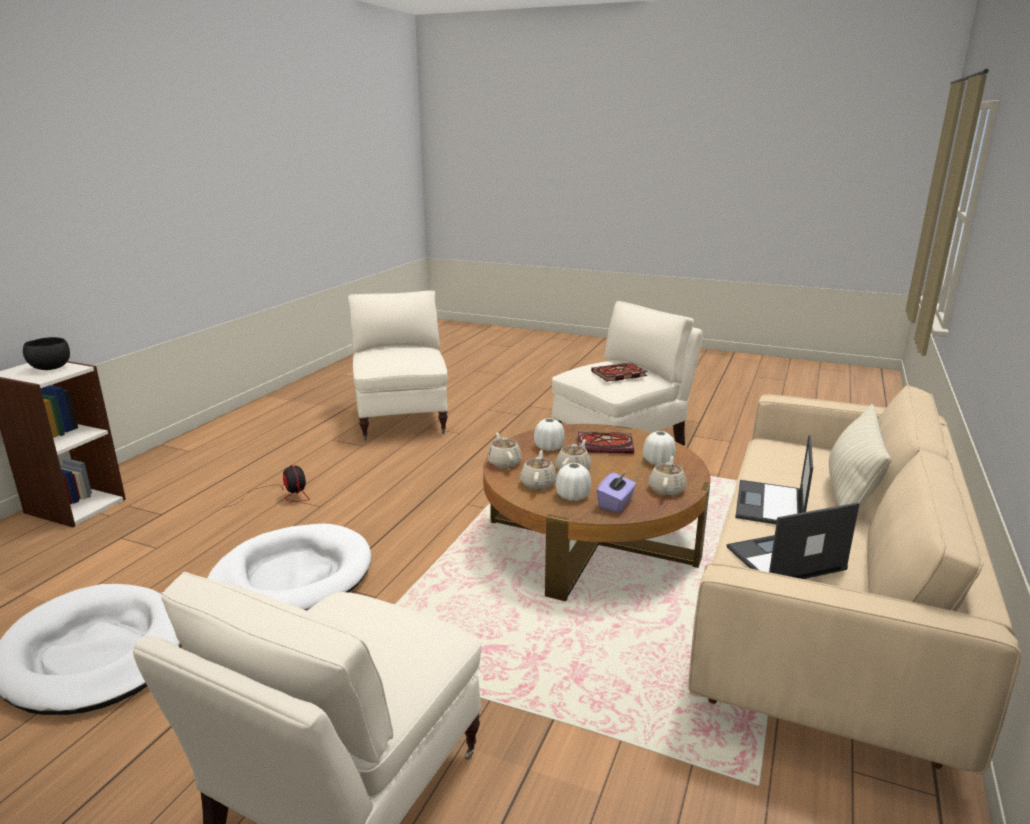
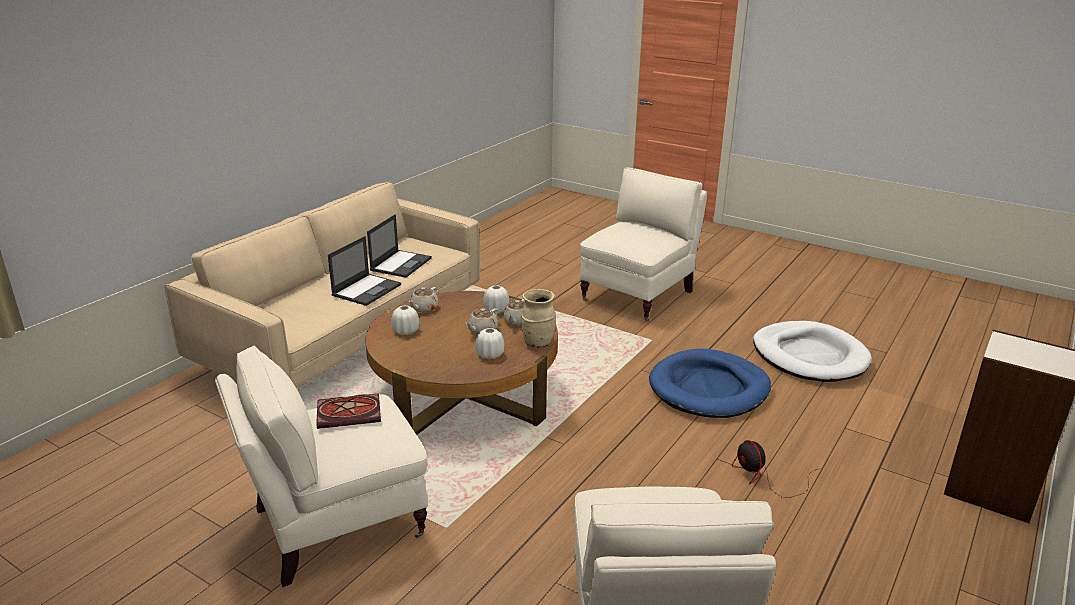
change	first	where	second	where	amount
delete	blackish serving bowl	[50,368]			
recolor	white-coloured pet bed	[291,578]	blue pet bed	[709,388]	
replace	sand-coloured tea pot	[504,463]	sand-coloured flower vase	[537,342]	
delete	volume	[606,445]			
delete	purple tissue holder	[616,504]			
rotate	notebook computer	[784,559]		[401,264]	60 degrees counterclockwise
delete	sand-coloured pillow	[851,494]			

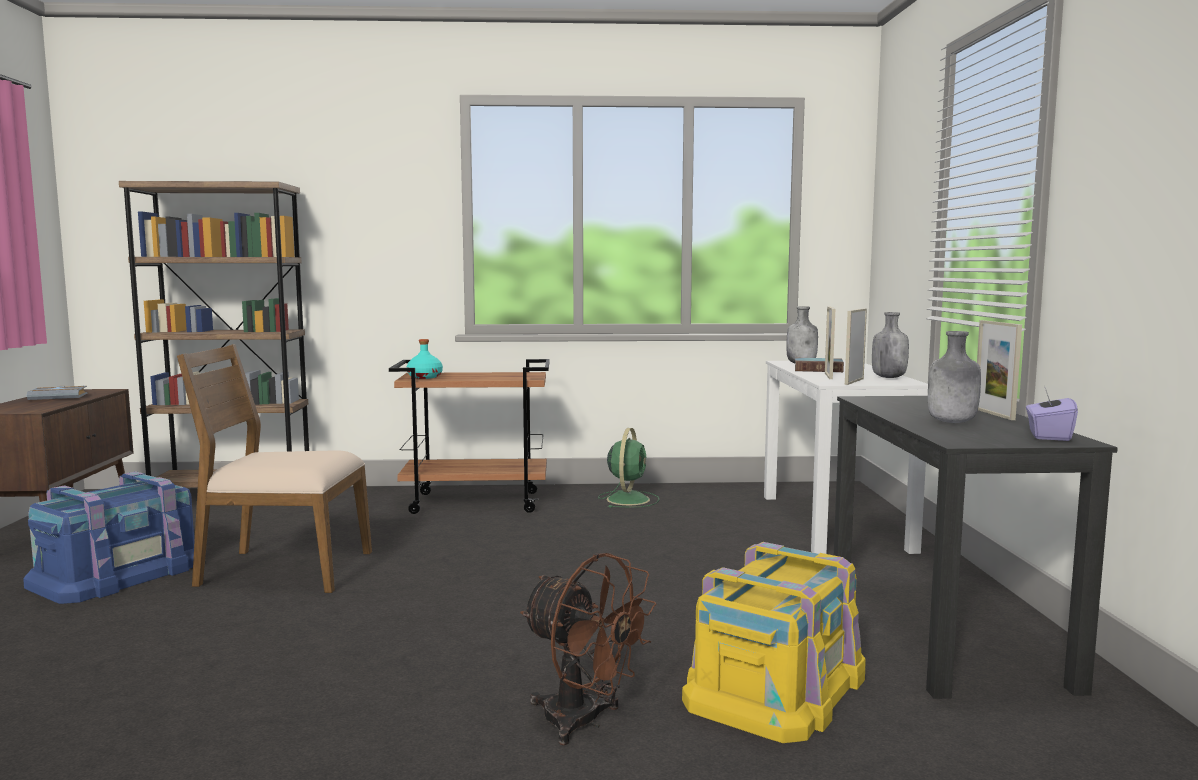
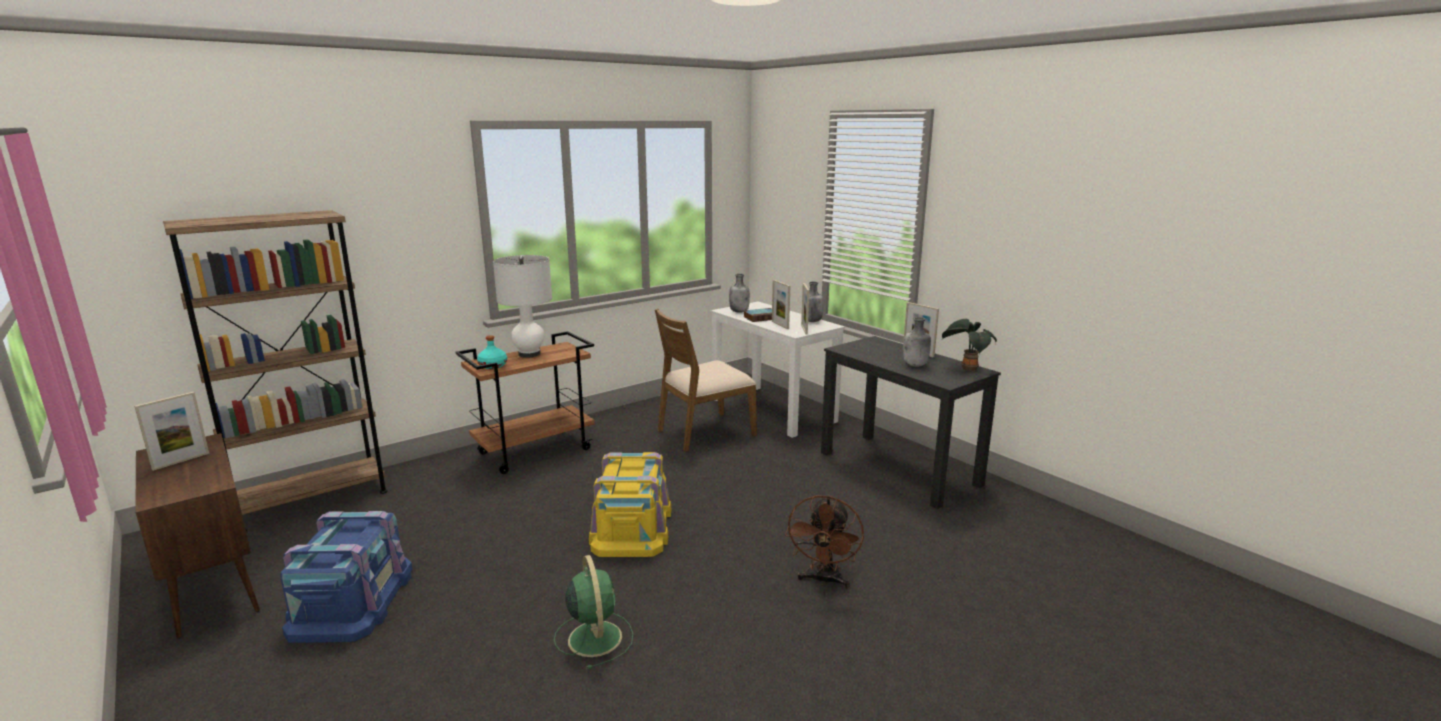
change	first	where	second	where	amount
replace	grey volume	[60,397]	picture frame	[181,461]	
move	brown-coloured upright chair	[284,569]		[705,432]	
rotate	brown-coloured cooling fan	[584,722]		[823,580]	105 degrees clockwise
move	green cooling fan	[628,499]		[594,637]	
move	yellow storage bin	[777,685]		[632,527]	
replace	purple tissue holder	[1048,436]	plant in a pot	[967,369]	
insert			white-coloured lamp for a table	[529,354]	

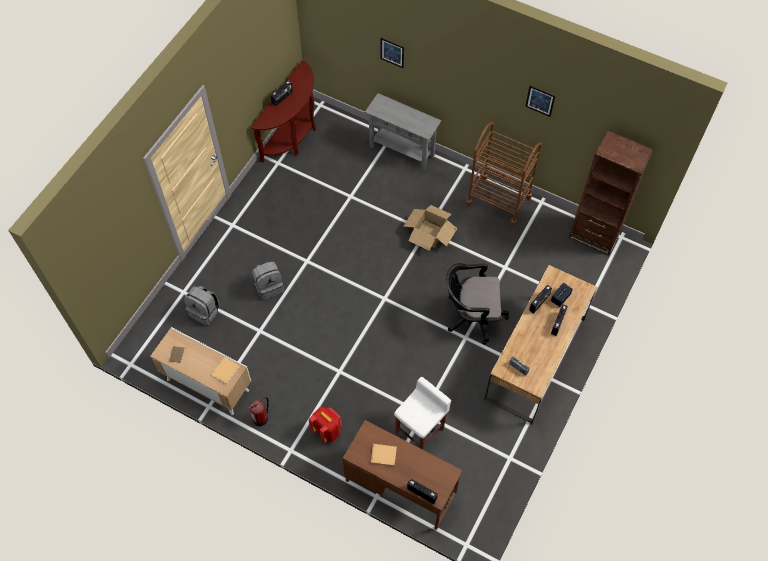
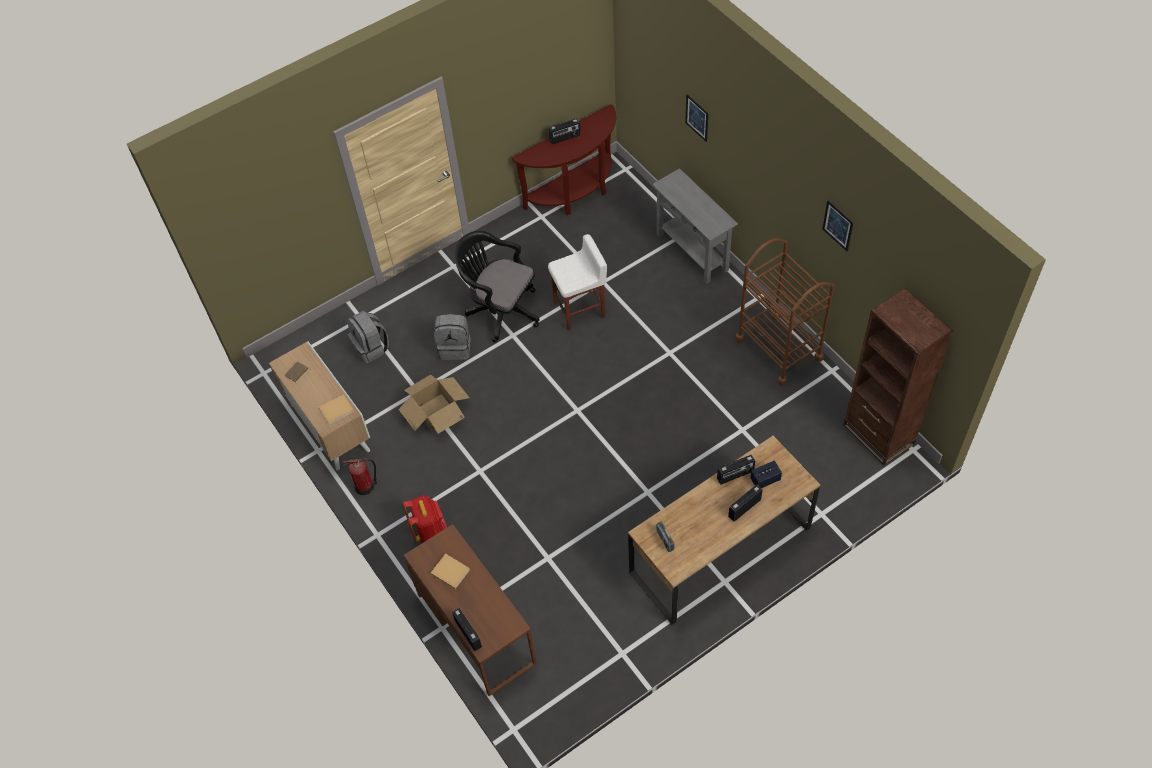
change	first	where	second	where	amount
move	white-coloured stool	[420,430]		[580,310]	
move	carton	[429,234]		[436,412]	
move	blackish desk chair	[471,316]		[500,310]	

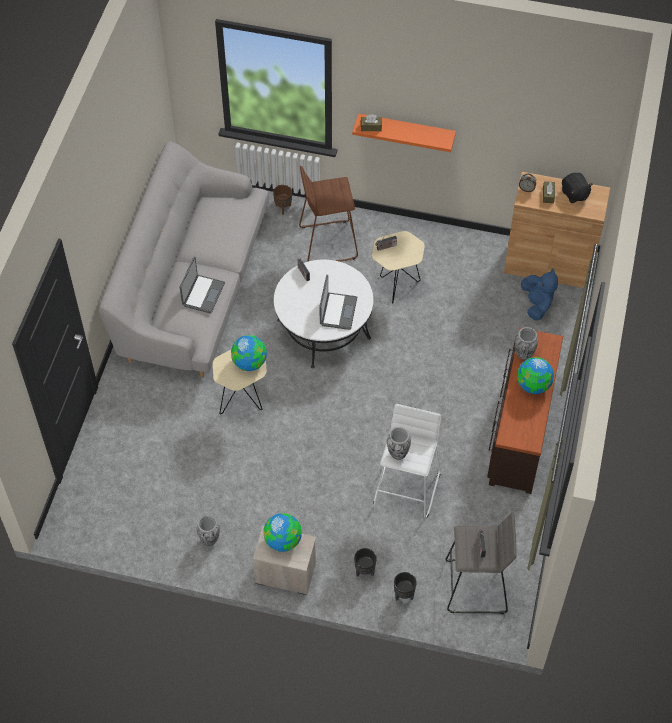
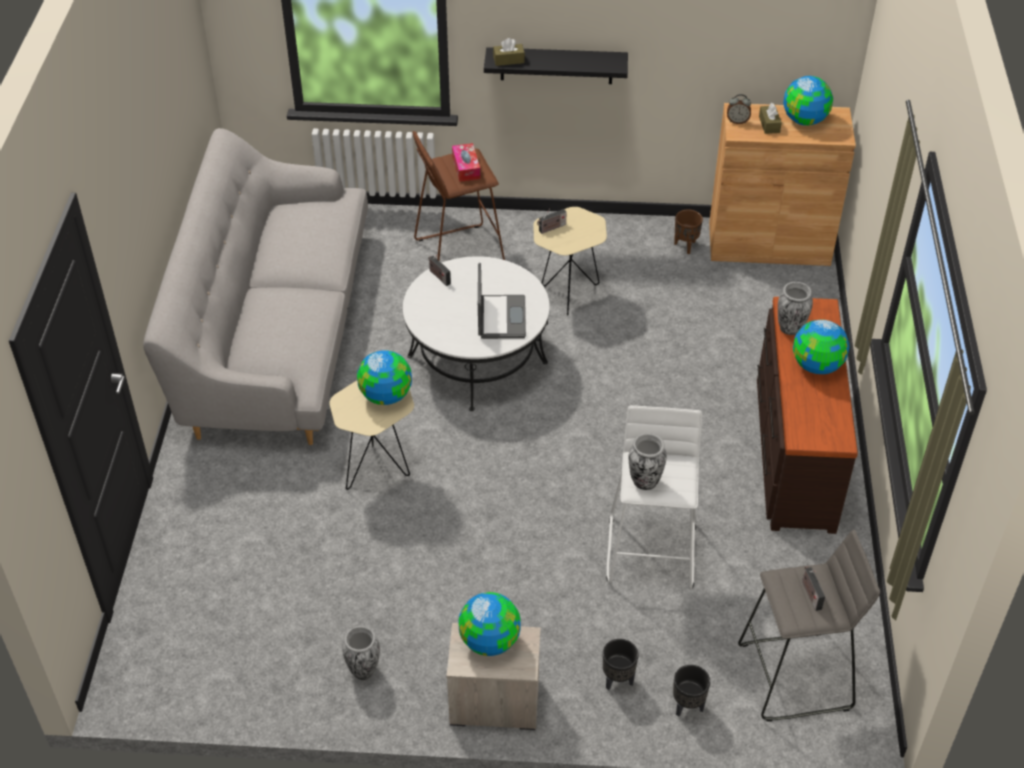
change	first	where	second	where	amount
delete	notebook computer	[202,294]			
move	brown-coloured plant pot	[283,208]		[686,246]	
recolor	orangey wall shelf	[406,131]	blackish wall shelf	[556,65]	
delete	blue cuddly toy	[537,304]			
replace	blackish cuddly toy	[574,194]	desk globe	[804,120]	
insert			tissue holder	[466,167]	

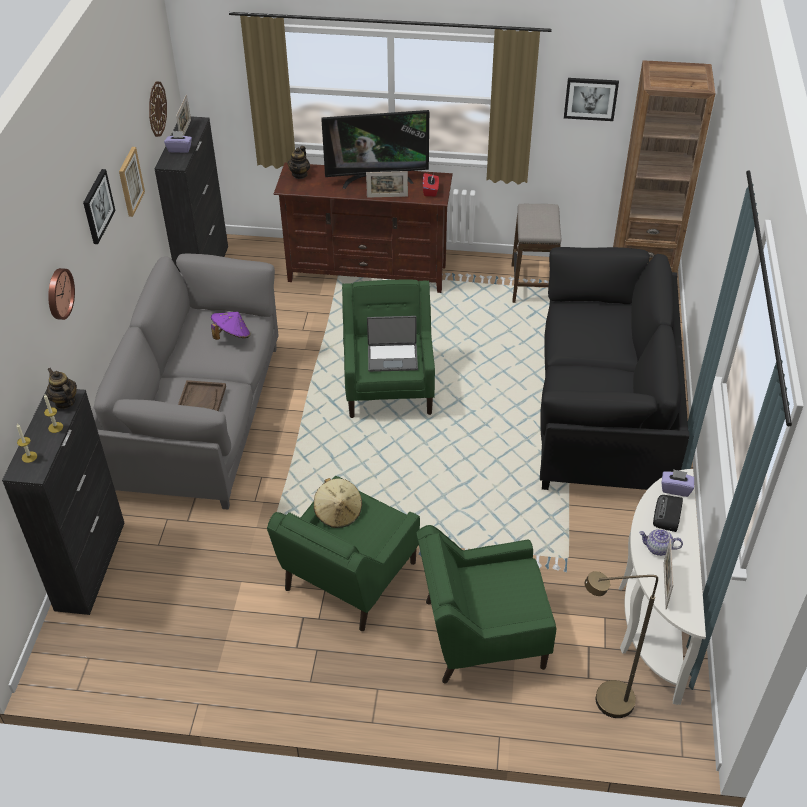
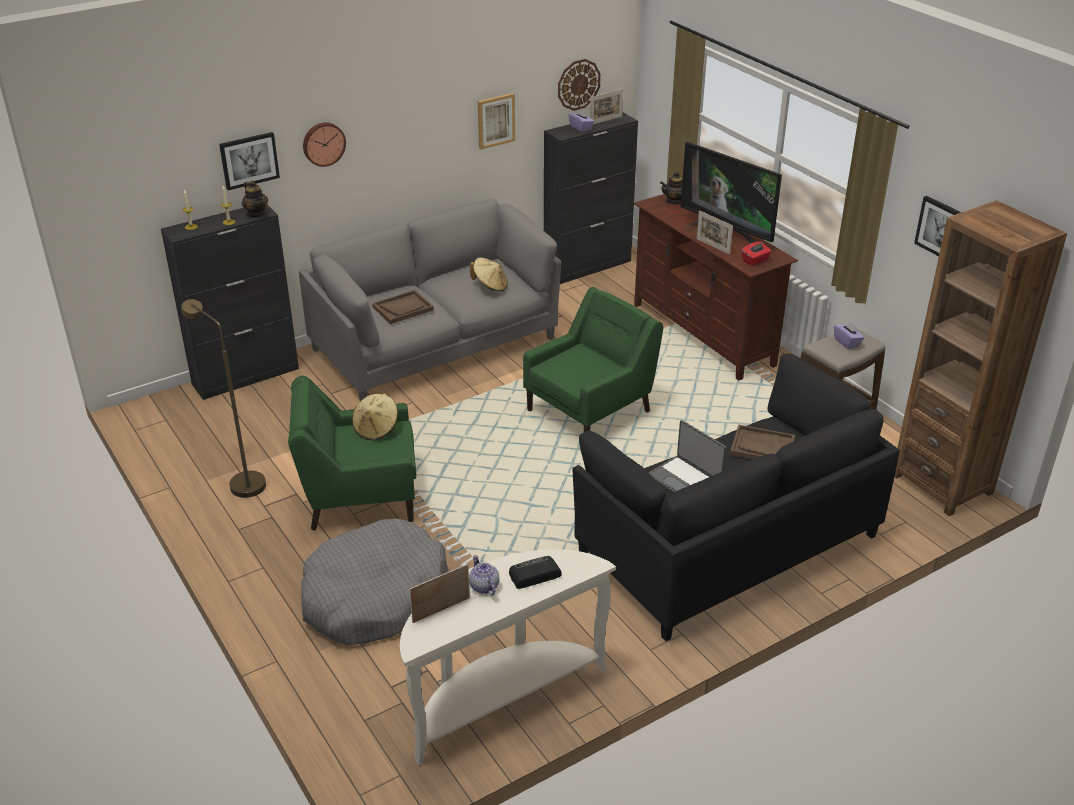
change	first	where	second	where	amount
rotate	tea pot	[64,402]		[256,213]	135 degrees clockwise
move	wall art	[97,206]		[249,160]	
recolor	purple clothing hat	[232,336]	sand-coloured clothing hat	[490,286]	
move	notebook computer	[392,357]		[685,480]	
replace	green easy chair	[481,634]	grey pet bed	[374,597]	
move	brown-coloured standing lamp	[604,703]		[241,482]	
move	purple tissue holder	[675,489]		[847,342]	
insert			brown-coloured tray	[762,447]	

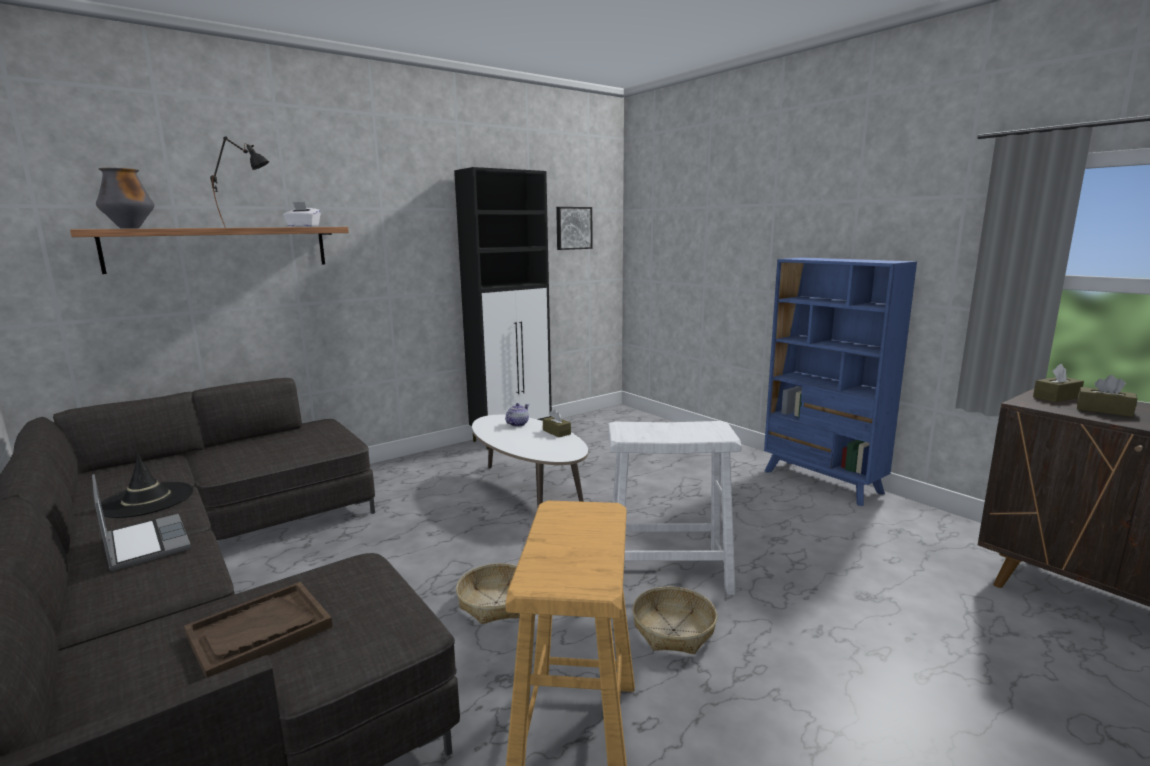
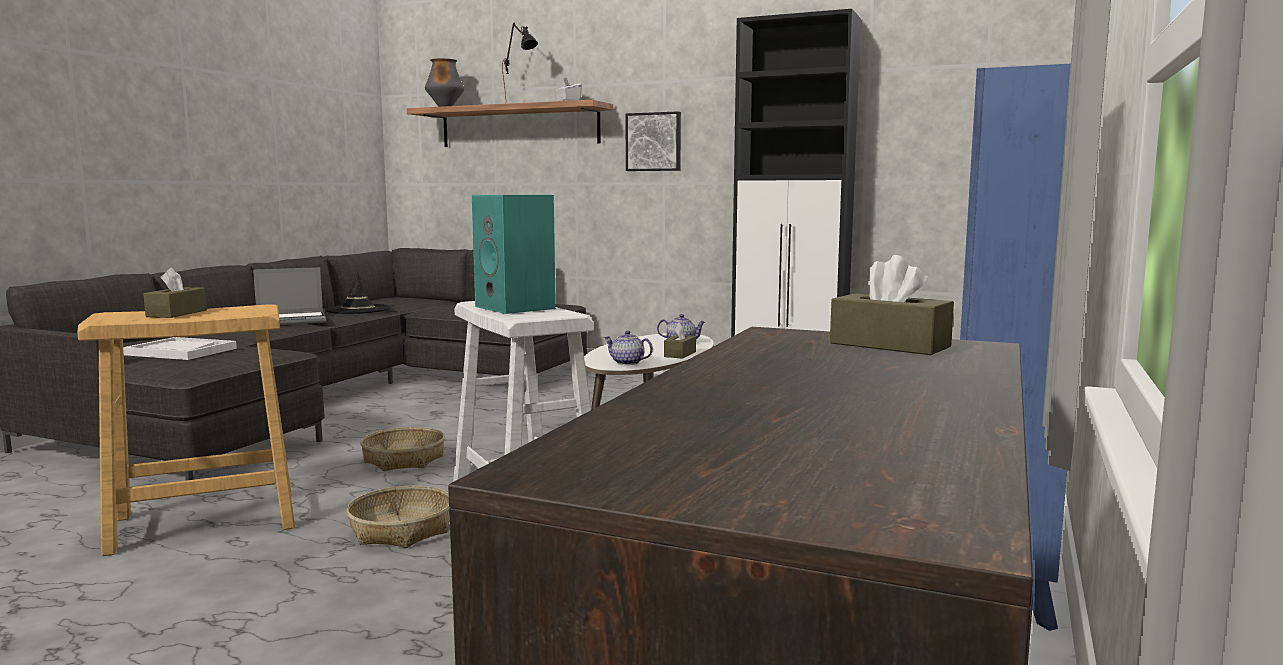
change	first	where	second	where	amount
rotate	notebook computer	[145,543]		[292,321]	45 degrees clockwise
recolor	brown-coloured tray	[259,631]	white-coloured tray	[181,351]	
move	wall art	[573,228]		[654,142]	
move	brown-coloured tissue holder	[1104,410]		[177,313]	
insert			turquoise audio speaker	[517,308]	
insert			tea pot	[627,363]	

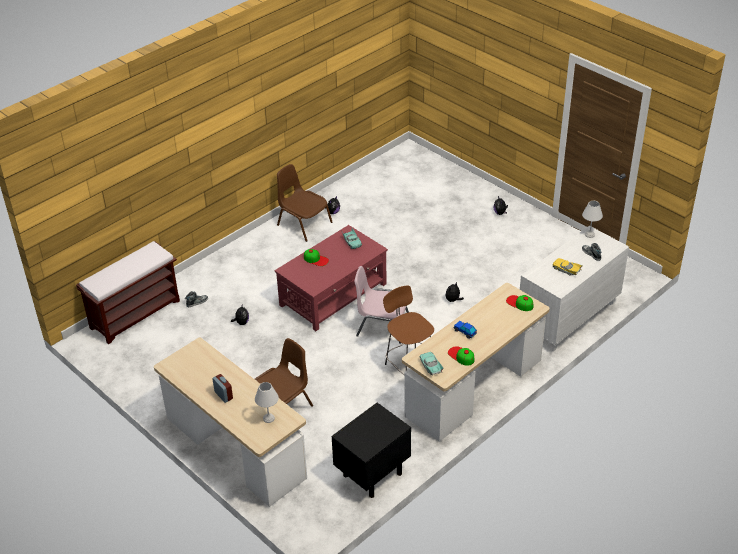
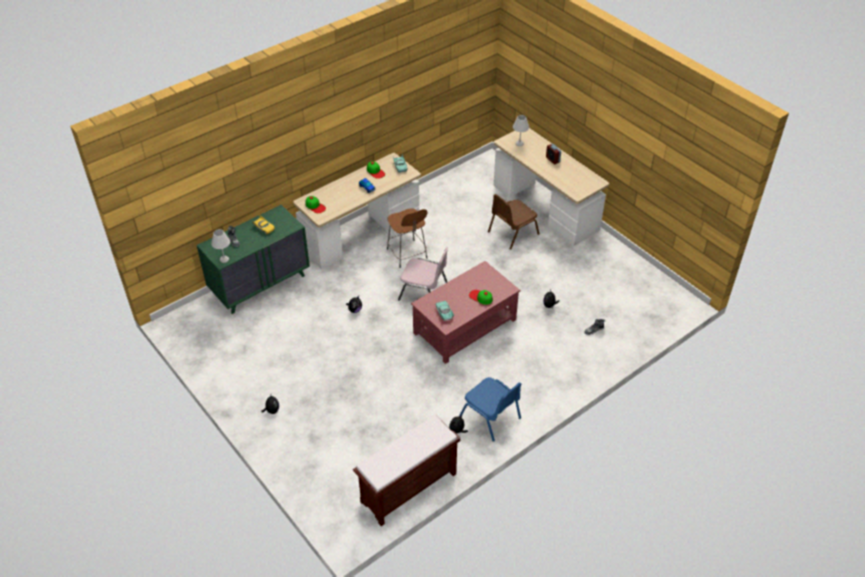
change	first	where	second	where	amount
move	brown-coloured long seat	[135,314]		[408,489]	
recolor	brown-coloured upright chair	[303,224]	blue upright chair	[491,417]	
delete	blackish nightstand	[372,475]			
recolor	white-coloured drawer chest	[568,318]	green drawer chest	[260,284]	

